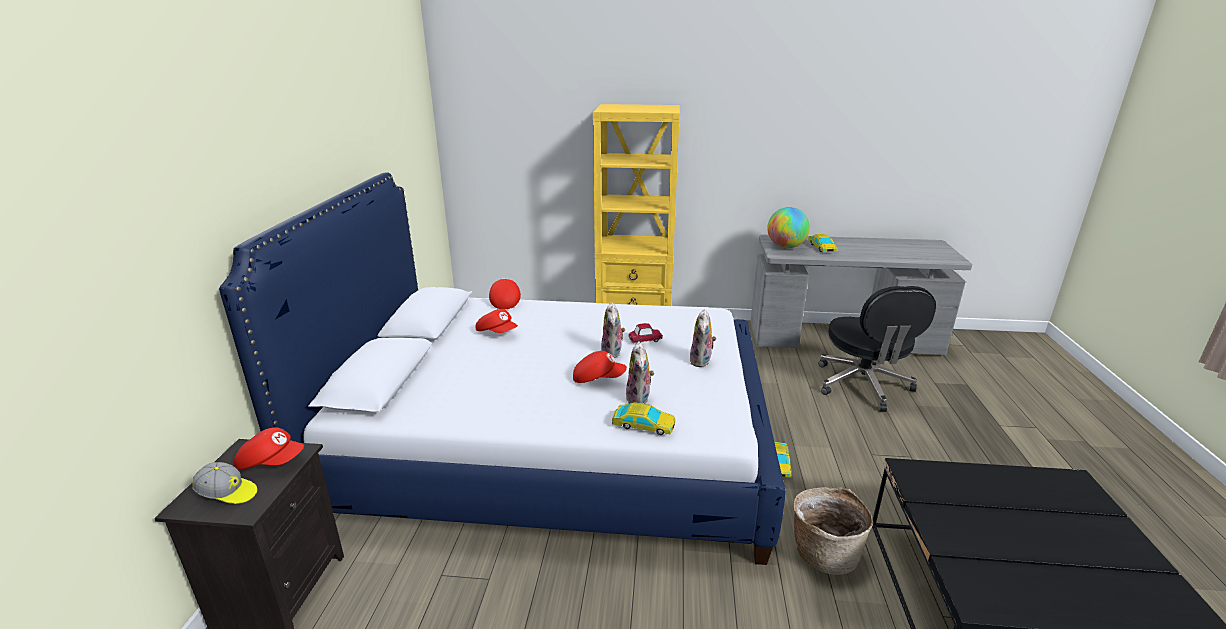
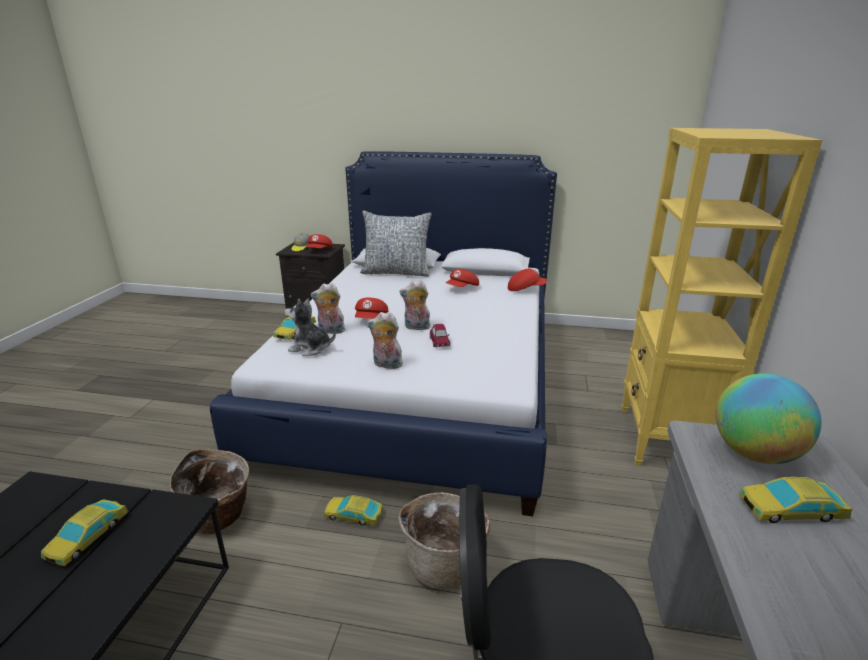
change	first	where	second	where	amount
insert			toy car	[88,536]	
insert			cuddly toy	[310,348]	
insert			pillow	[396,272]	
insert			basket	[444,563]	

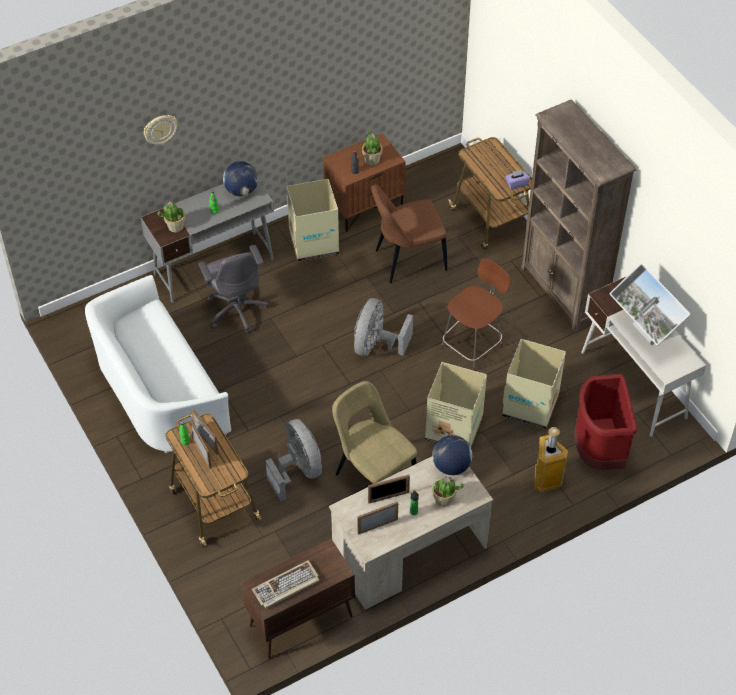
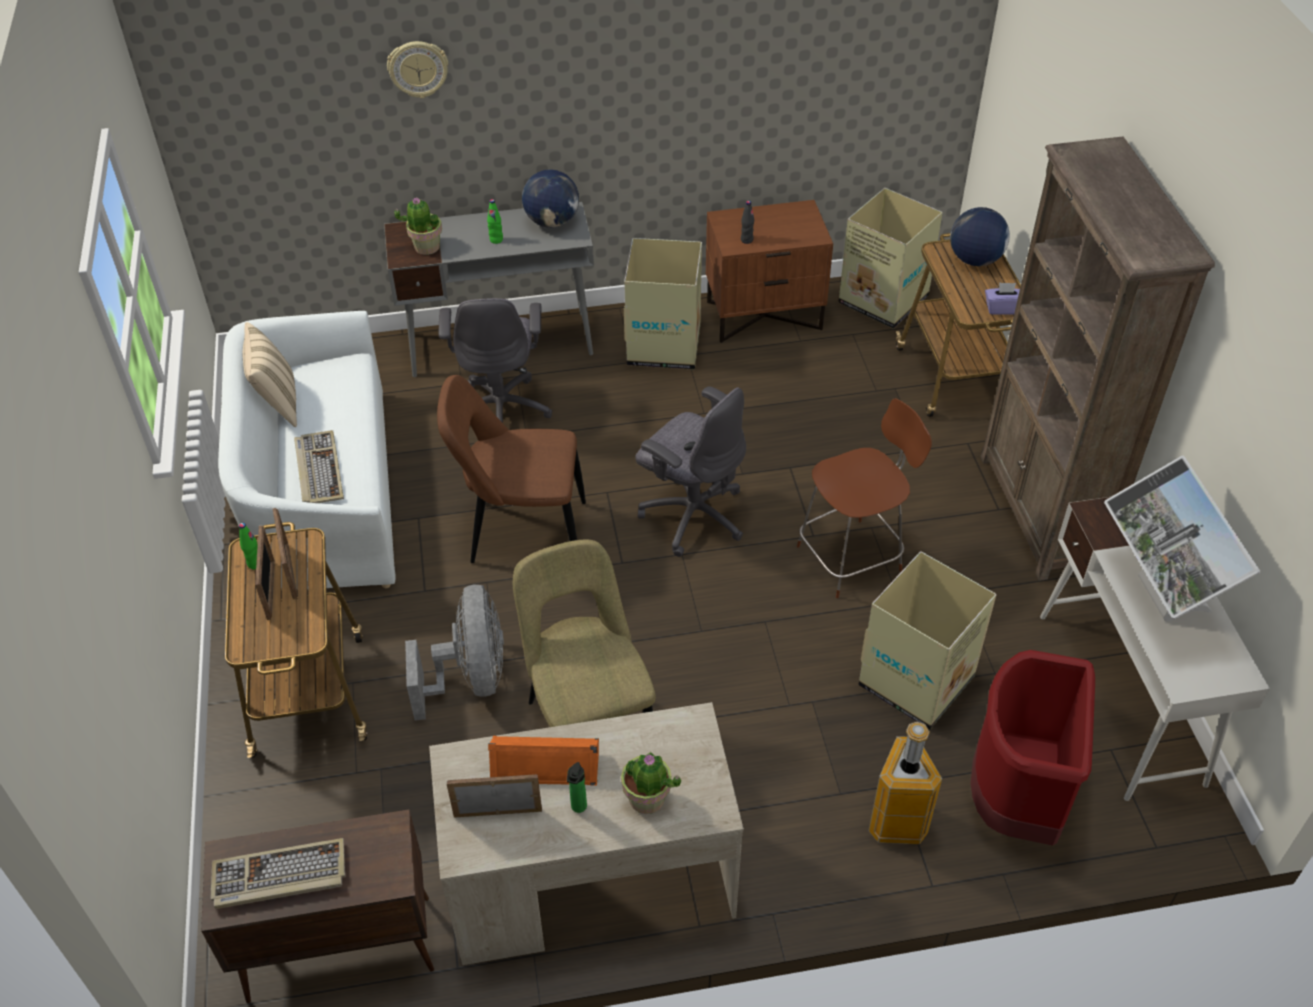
change	first	where	second	where	amount
replace	grey cooling fan	[376,345]	grey desk chair	[692,515]	
delete	plant in a pot	[372,159]			
replace	picture frame	[388,497]	orangey audio speaker	[545,763]	
move	brown-coloured upright chair	[407,261]		[522,533]	
move	carton	[453,428]		[882,299]	
move	desk globe	[451,466]		[975,260]	
insert			sand-coloured pillow	[277,403]	
insert			PC keyboard	[318,470]	

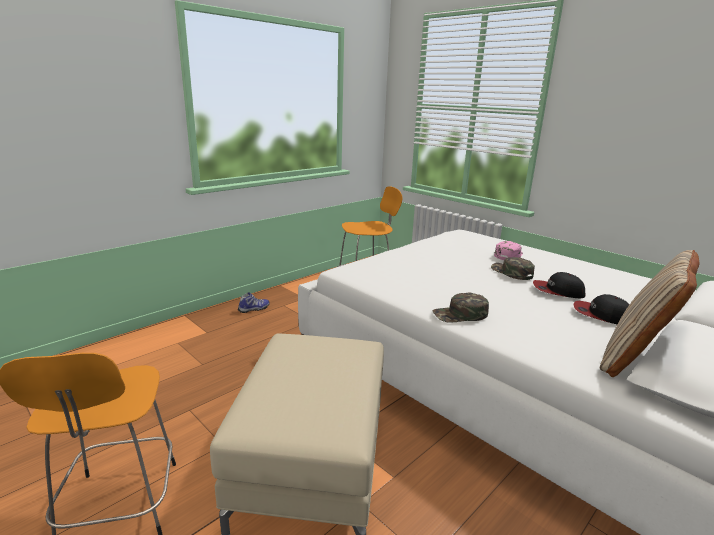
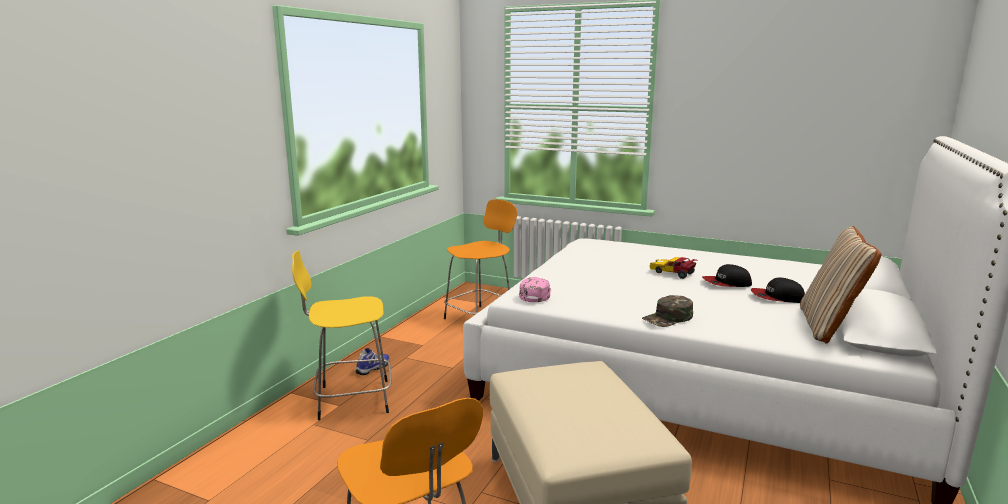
change	first	where	second	where	amount
replace	green cap	[511,272]	toy car	[673,273]	
move	pinkish cap	[508,255]		[535,294]	
insert			yellow stool	[351,399]	

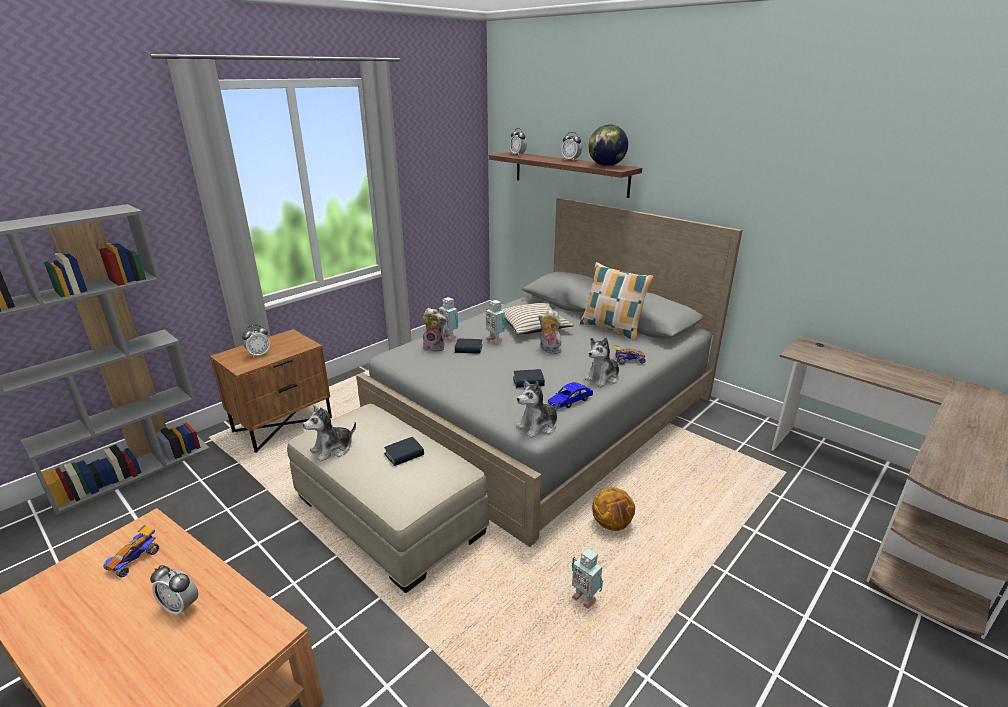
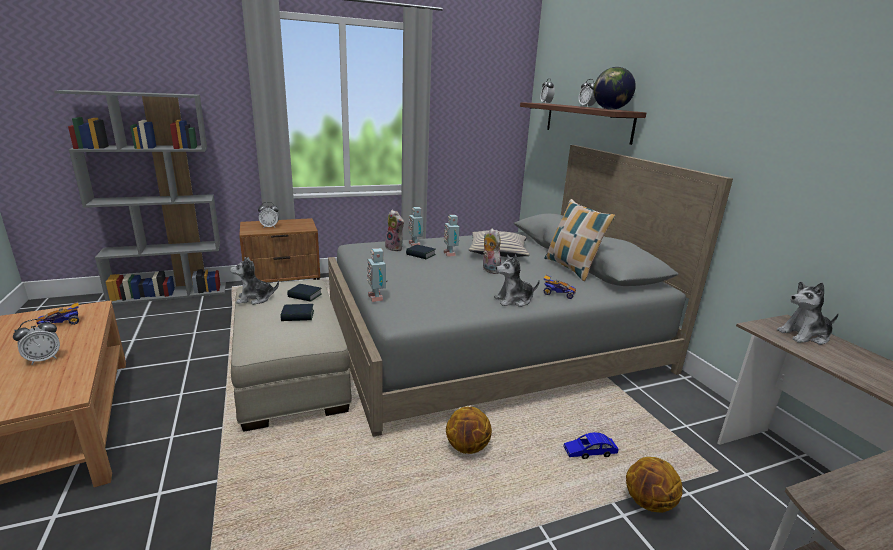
change	first	where	second	where	amount
rotate	table clock	[181,607]		[43,359]	90 degrees counterclockwise
move	volume	[528,382]		[305,296]	
move	cuddly toy	[538,426]		[804,336]	
move	blue toy car	[570,401]		[589,452]	
move	toy robot	[584,598]		[377,297]	
insert			basketball ball	[648,503]	

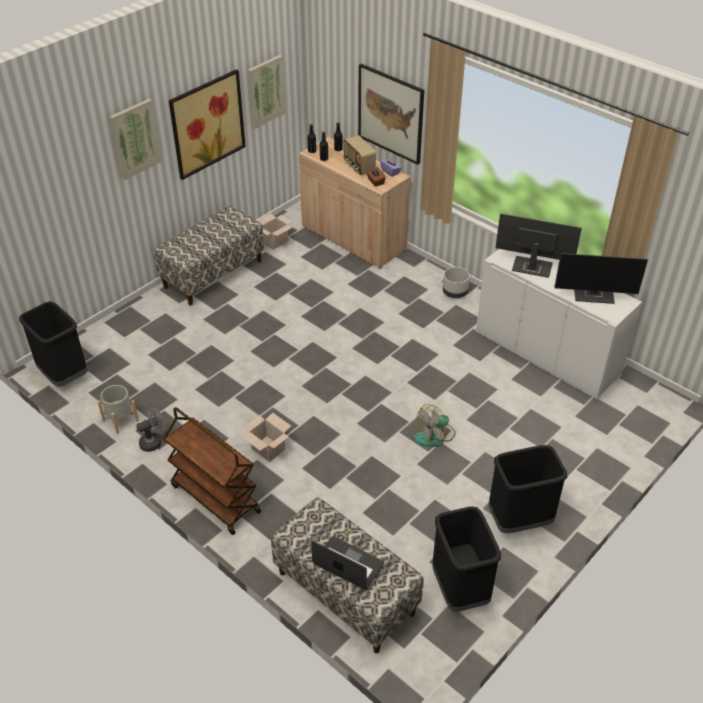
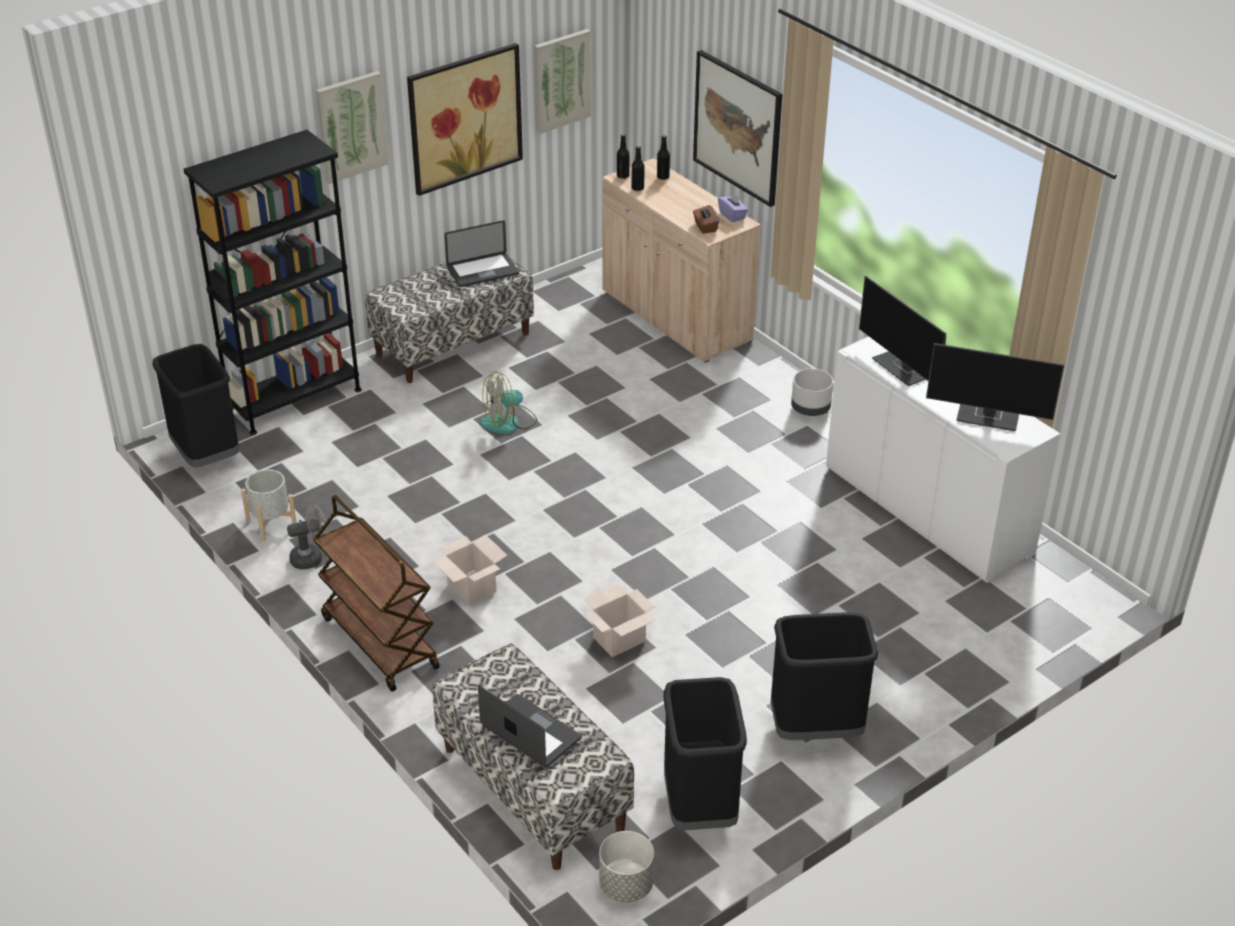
change	first	where	second	where	amount
move	carton	[275,241]		[619,638]	
delete	radio	[358,167]			
move	cooling fan	[435,436]		[509,422]	
rotate	computer screen	[531,267]		[905,368]	150 degrees counterclockwise
insert			blackish shelving unit	[294,399]	
insert			notebook computer	[483,271]	
insert			grey plant pot	[626,885]	

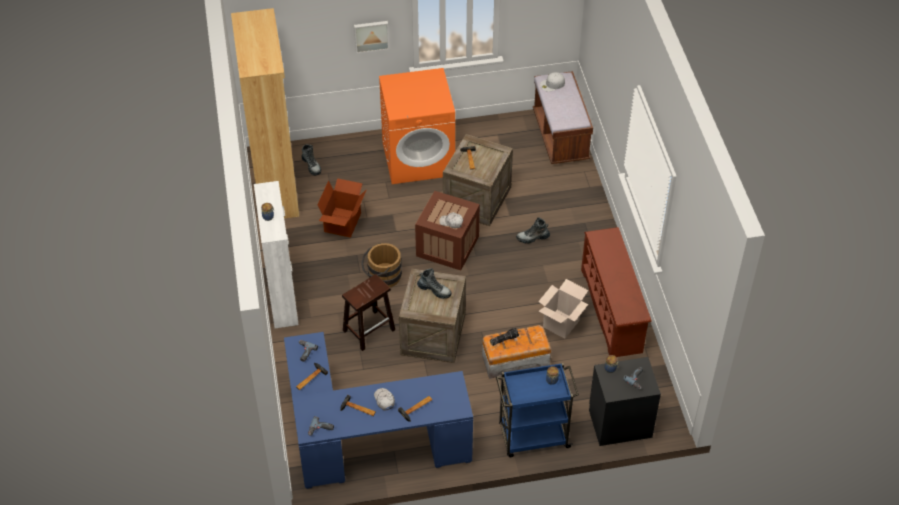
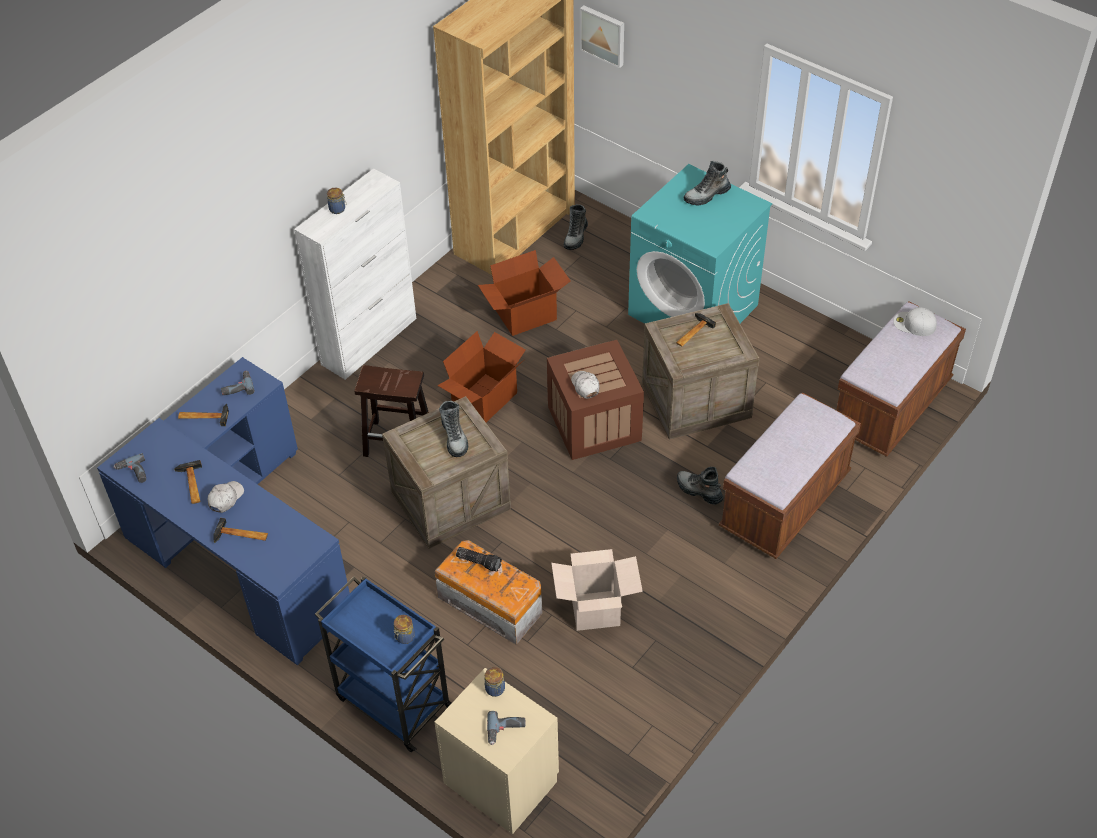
change	first	where	second	where	amount
move	wall art	[371,35]		[603,35]	
replace	brown-coloured water bucket	[381,277]	carton	[485,399]	
recolor	orangey washing machine	[418,158]	turquoise washing machine	[694,310]	
delete	brown-coloured shoe stand	[612,311]			
recolor	blackish nightstand	[619,422]	sand-coloured nightstand	[502,780]	
insert			high-top boot	[706,195]	
insert			brown-coloured long seat	[784,503]	

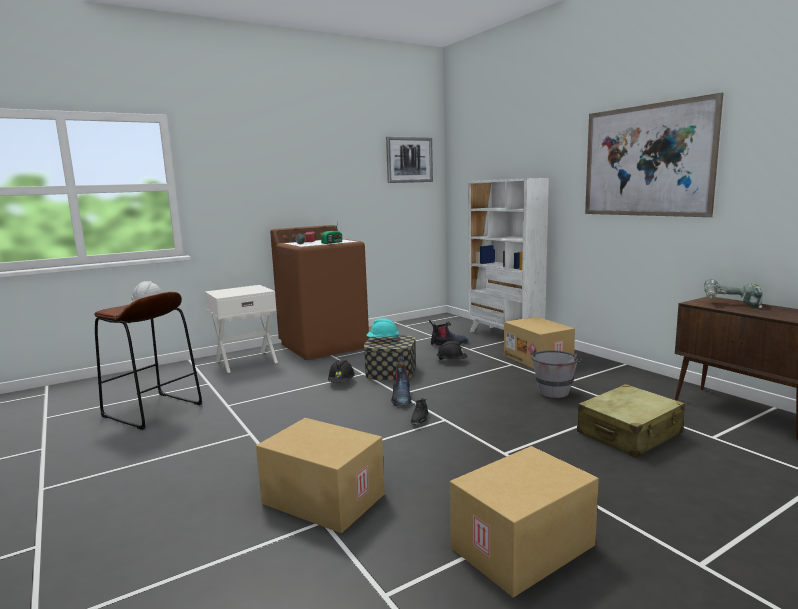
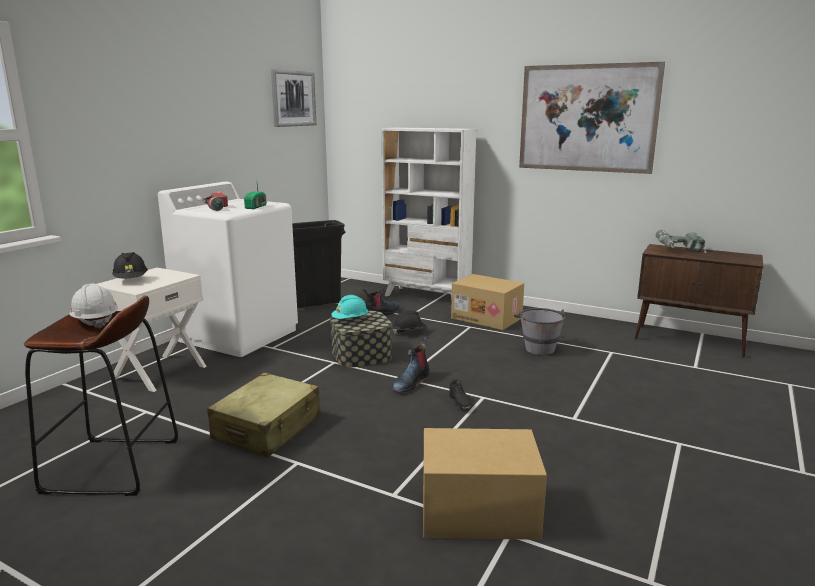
change	first	where	second	where	amount
recolor	brown-coloured washing machine	[324,345]	white-coloured washing machine	[239,335]	
move	blackish hard hat	[341,382]		[131,280]	
rotate	high-top boot	[401,397]		[410,382]	60 degrees clockwise
delete	carton	[523,548]			
move	sand-coloured suitcase	[629,433]		[267,428]	
insert			blackish waste bin	[316,303]	

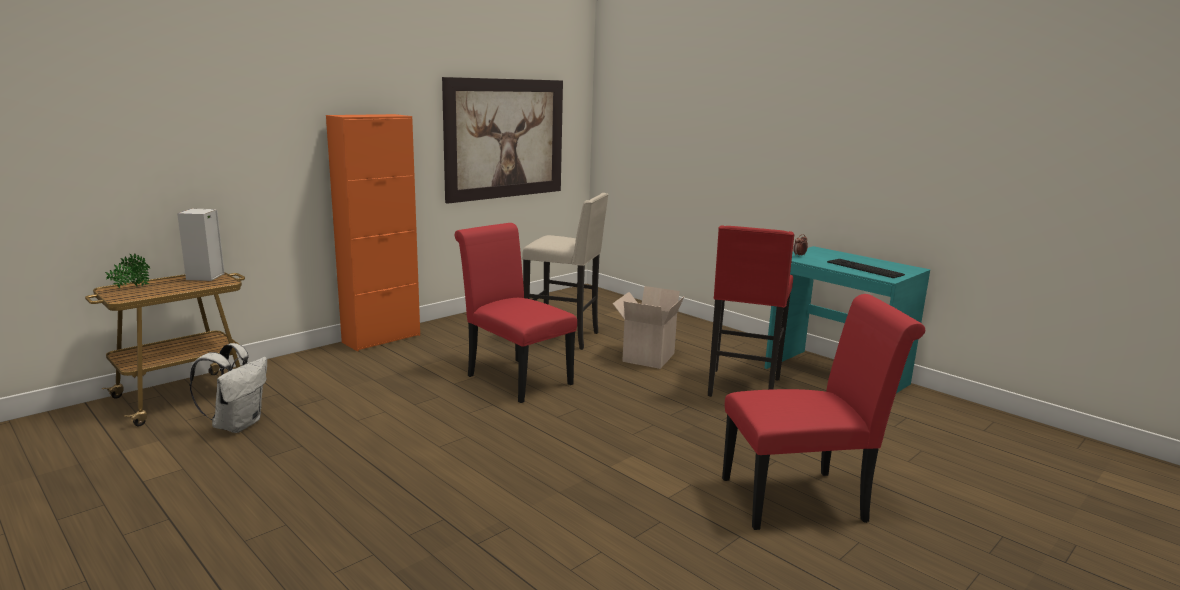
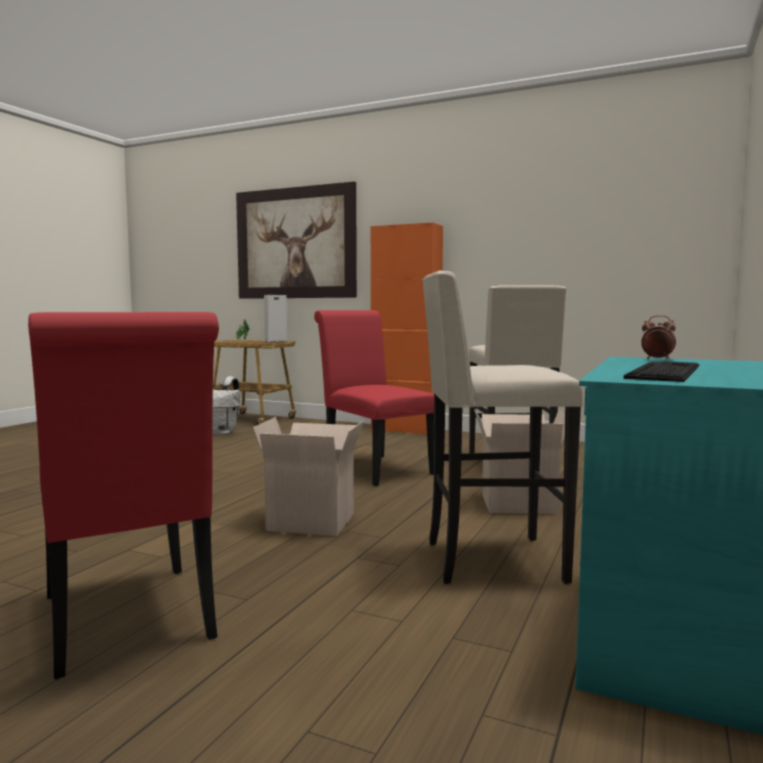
change	first	where	second	where	amount
move	wall art	[505,138]		[295,243]	
rotate	red upright chair	[514,378]		[374,468]	60 degrees counterclockwise
recolor	red stool	[742,388]	sand-coloured stool	[490,561]	
insert			carton	[313,521]	

